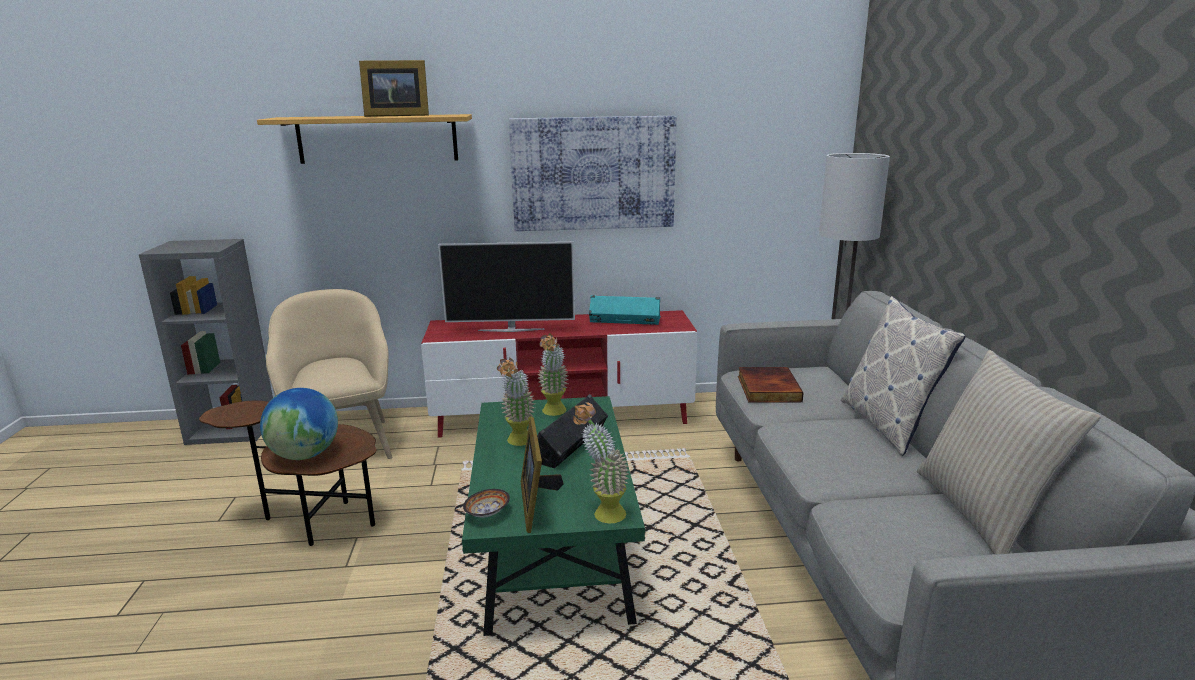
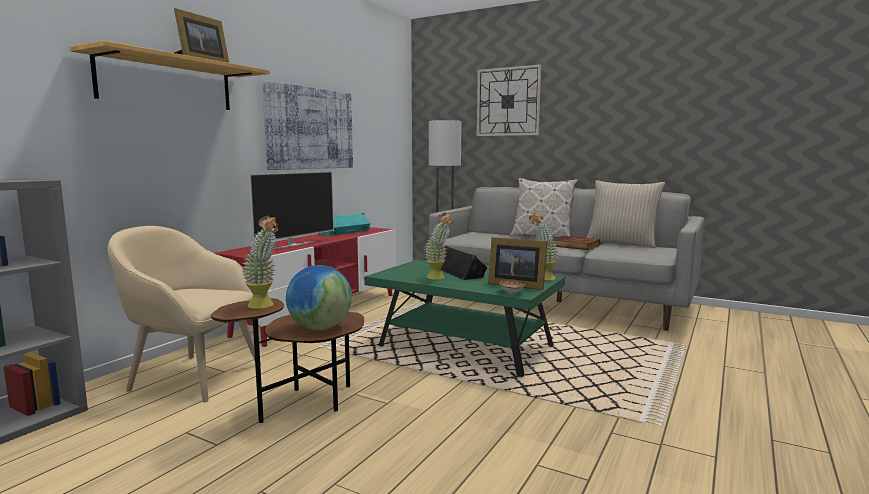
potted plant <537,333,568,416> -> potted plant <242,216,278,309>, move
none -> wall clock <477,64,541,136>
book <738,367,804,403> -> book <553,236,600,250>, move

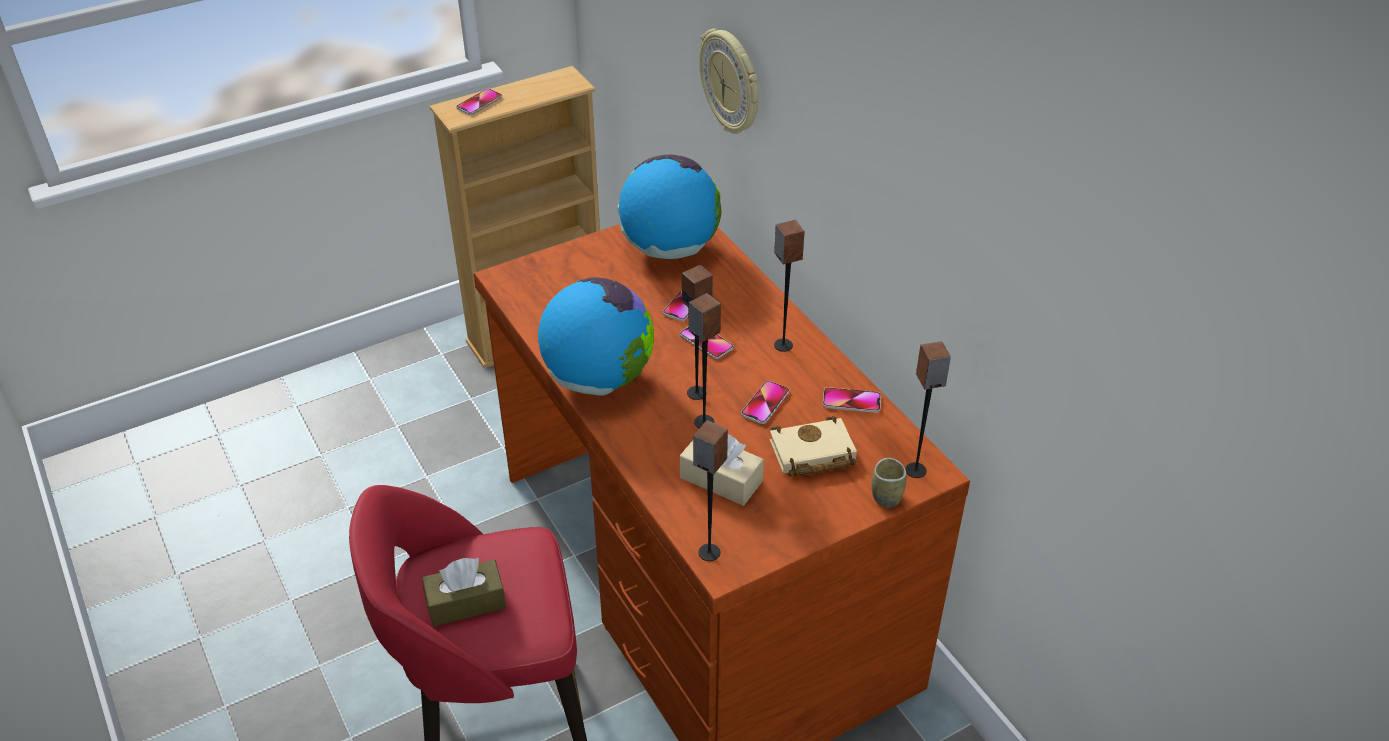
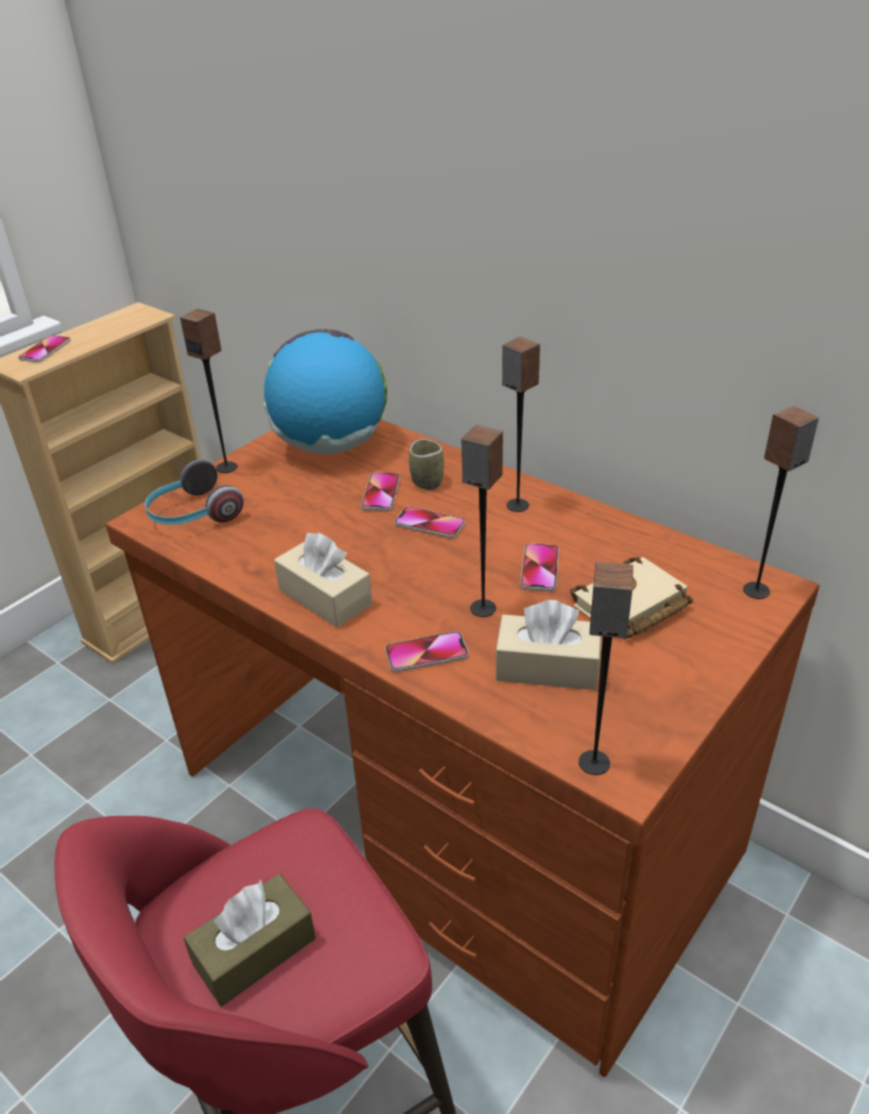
none -> headphones <145,460,244,525>
speaker <682,265,713,400> -> speaker <180,309,237,473>, move
globe <538,277,654,396> -> tissue box in beige <274,533,372,628>
phone <823,387,881,413> -> phone <385,631,469,672>, move
cup <872,458,906,508> -> cup <409,439,444,490>, move
wall clock <699,28,759,134> -> none

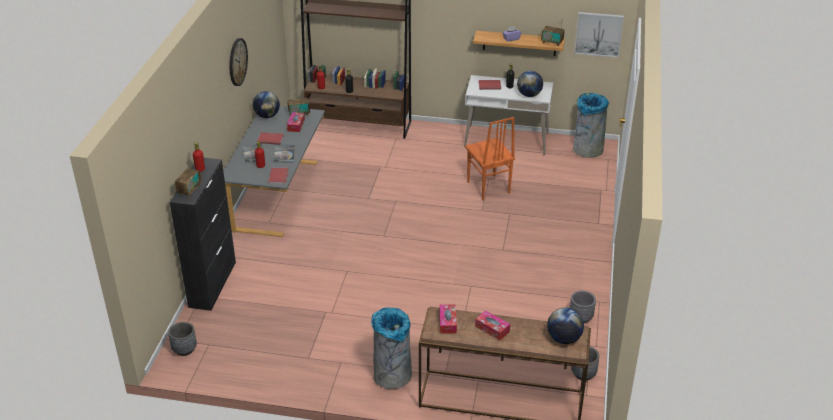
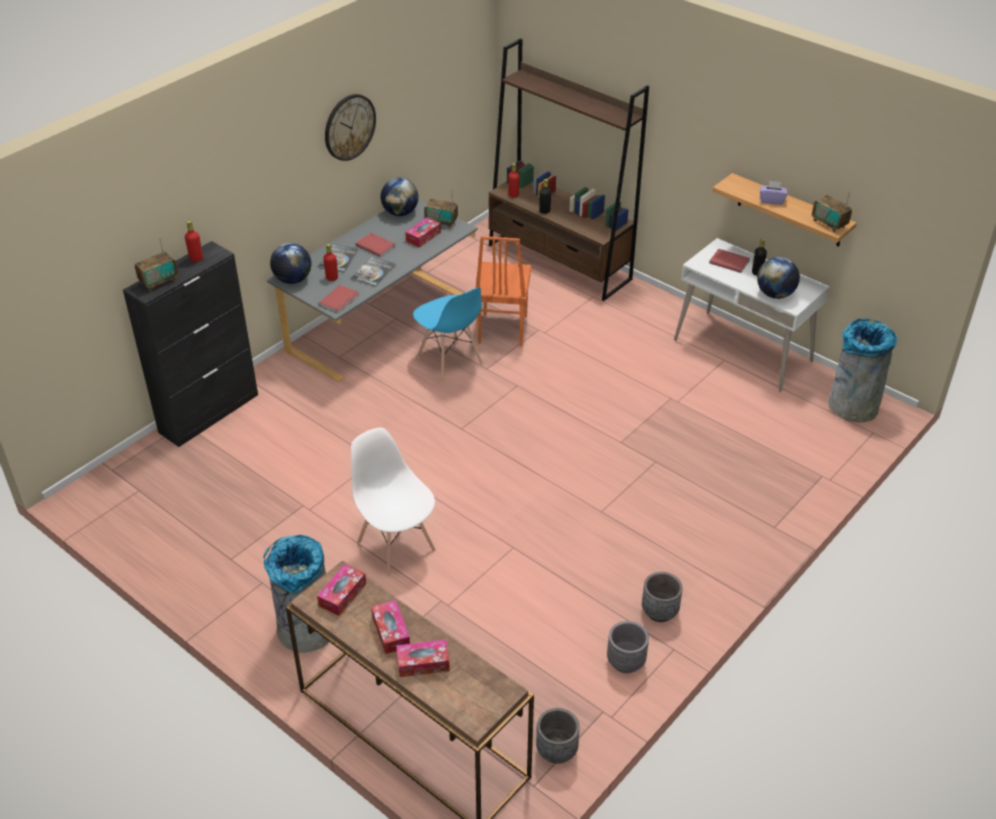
globe <547,308,584,344> -> globe <270,243,311,284>, move
none -> chair in white <351,428,436,576>
none -> tissue box <396,639,450,677>
none -> chair in blue <413,287,483,383>
chair in orange <465,117,515,200> -> chair in orange <476,236,532,347>, move
planter in grey <168,322,197,356> -> planter in grey <642,572,683,622>, move
picture <574,12,624,58> -> none

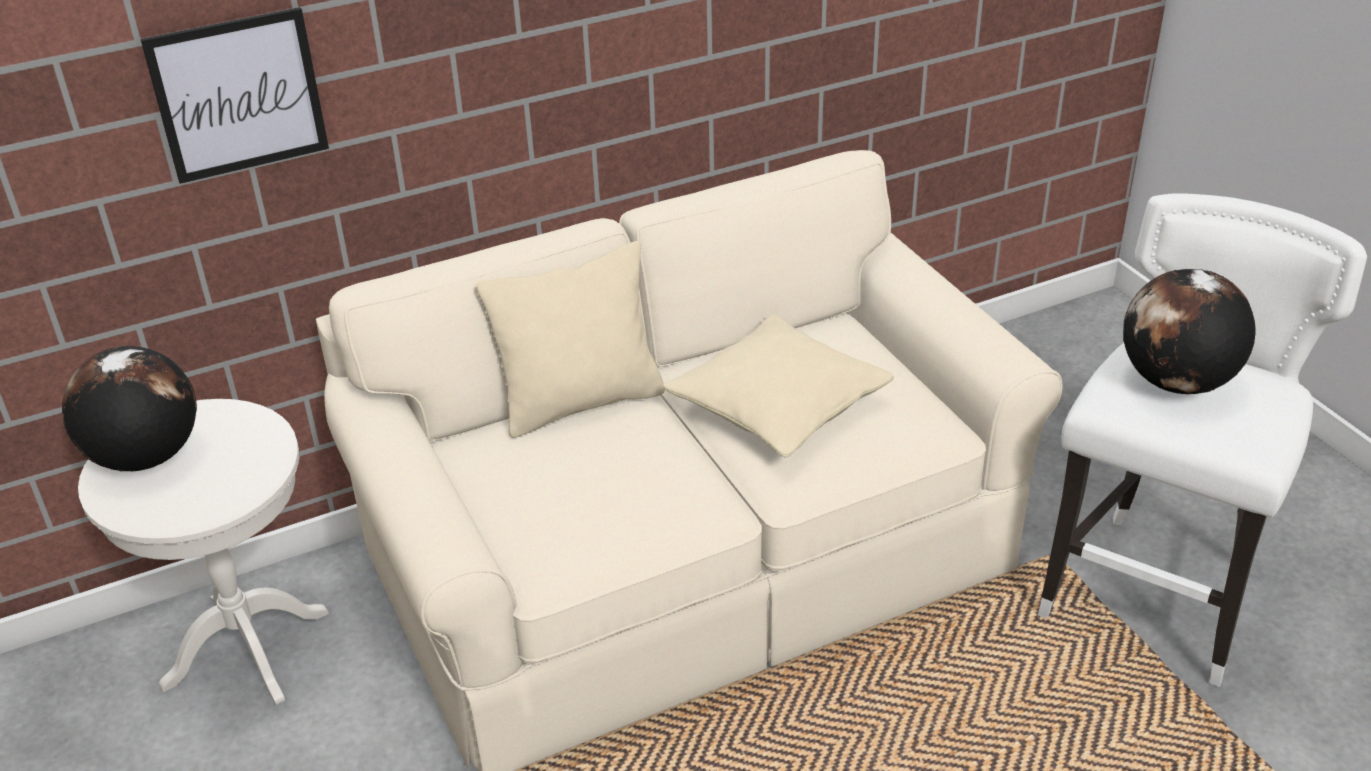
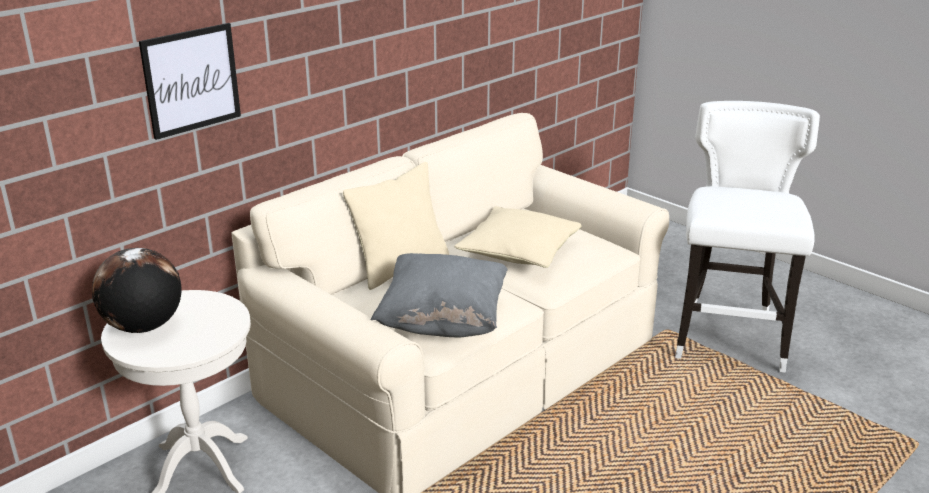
none -> pillow in grey <371,253,508,337>
globe <1123,269,1256,394> -> none

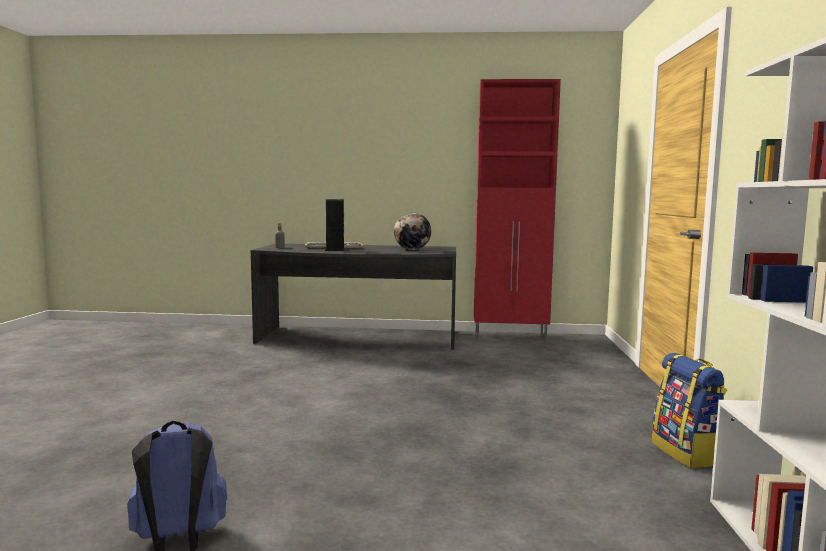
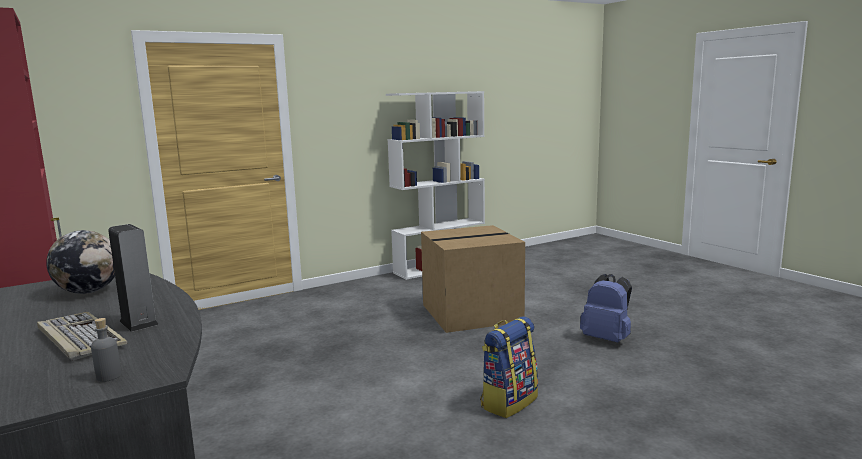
none -> cardboard box <421,225,525,333>
backpack <652,353,727,468> -> backpack <480,317,538,418>, move

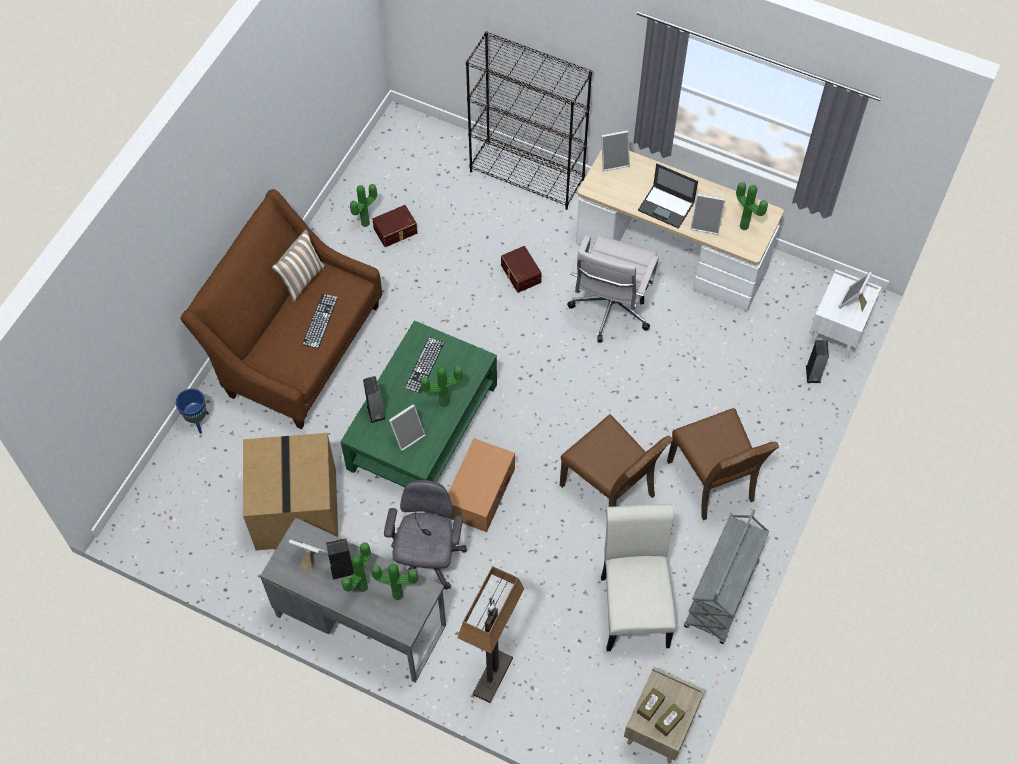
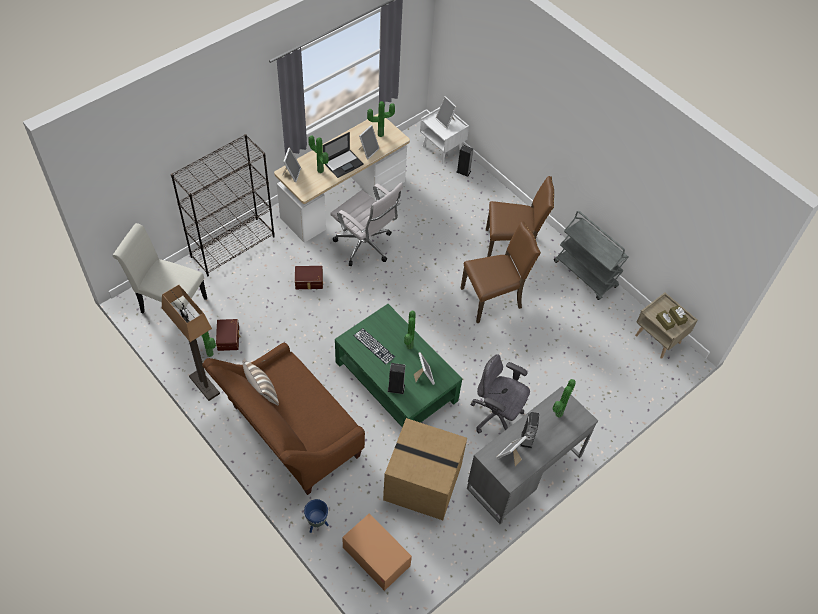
chair in white <601,504,676,651> -> chair in white <112,223,207,318>, move
floor lamp <458,566,524,703> -> floor lamp <162,285,220,401>, move
potted plant <342,542,371,592> -> potted plant <309,135,329,173>, move
cardboard box <447,438,515,532> -> cardboard box <342,514,412,591>, move
keyboard <302,294,338,349> -> none

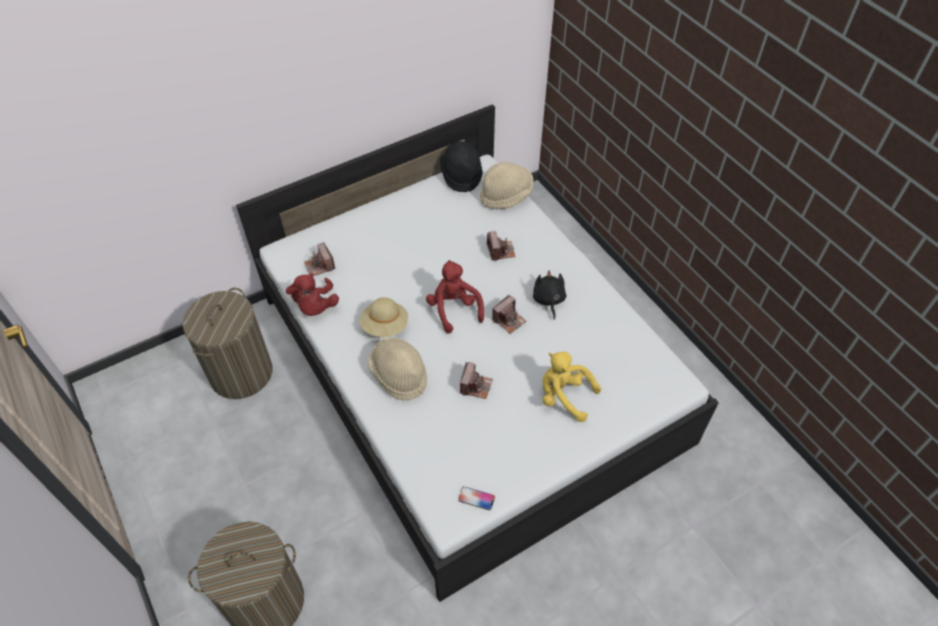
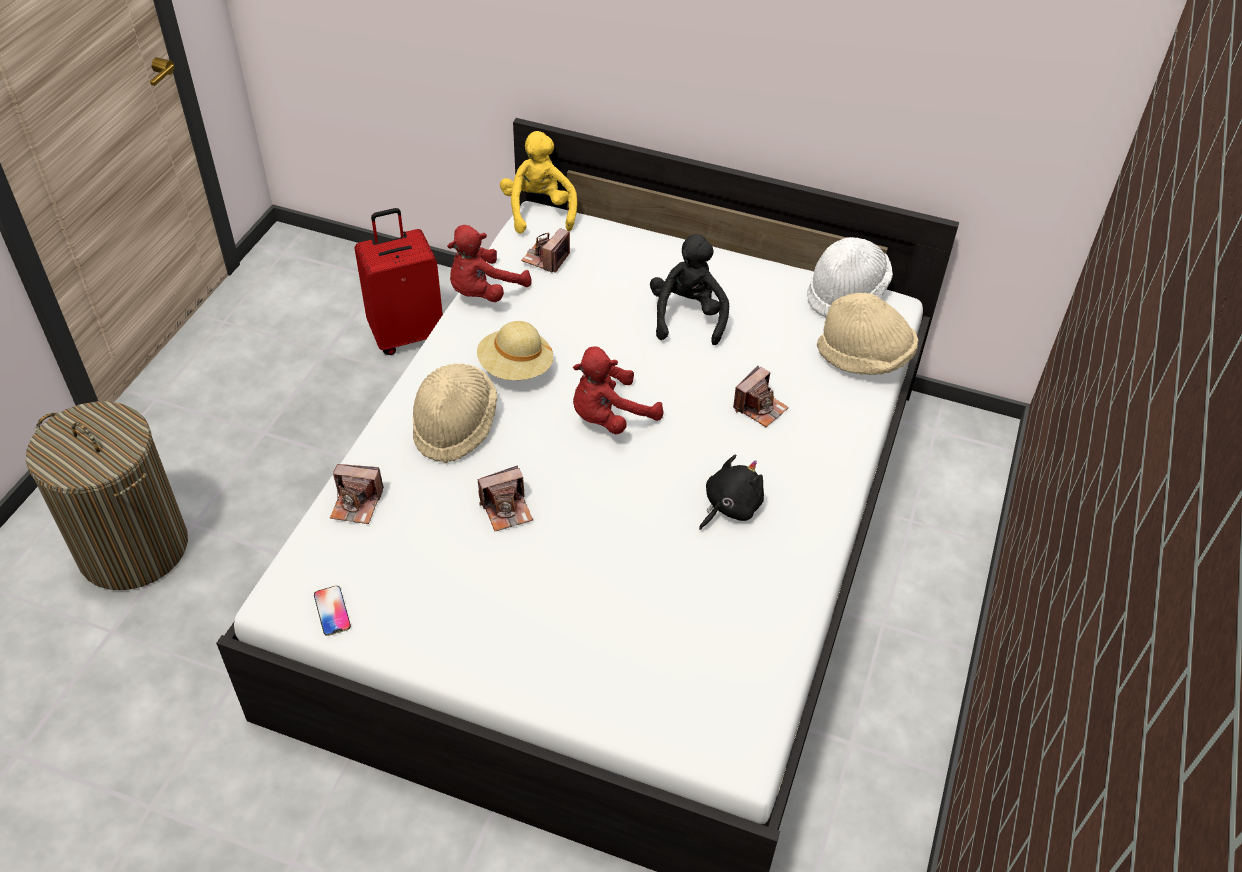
photo camera <492,295,526,334> -> photo camera <330,464,384,524>, move
laundry basket <183,288,273,399> -> suitcase in red <355,208,443,355>
plush toy in yellow <542,352,601,422> -> plush toy in yellow <500,131,577,234>, move
plush toy in red <426,260,484,333> -> plush toy in red <573,346,663,434>, 150 degrees counterclockwise
none -> plush toy in black <650,234,729,345>
hat in black <440,141,483,192> -> hat in white <807,237,893,318>

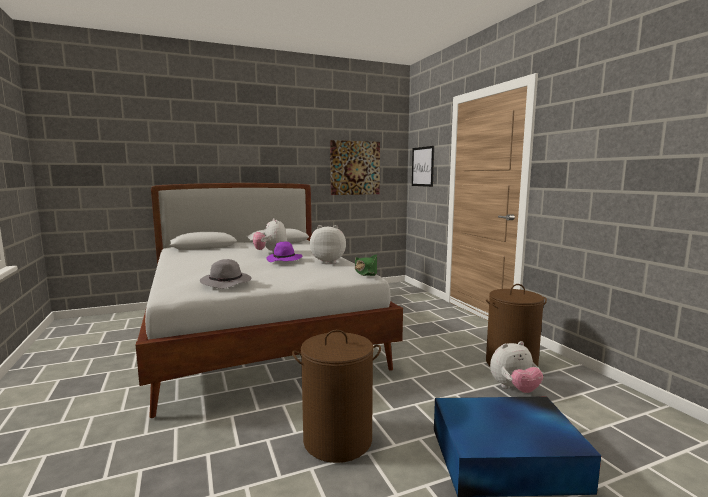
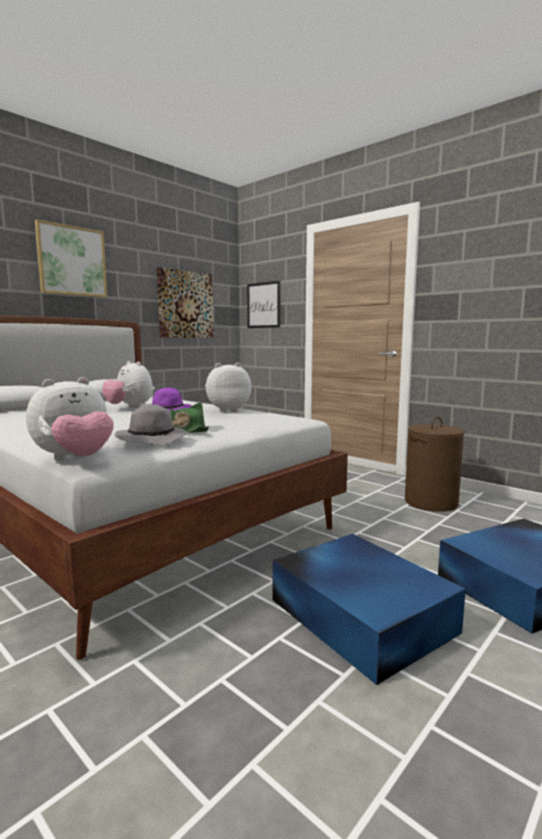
plush toy <490,341,543,393> -> plush toy <26,377,114,461>, move
none -> picture <35,219,107,297>
hat in green <355,254,377,276> -> hat in green <170,403,209,433>, move
laundry basket in brown <292,330,381,463> -> storage box in blue <272,534,466,685>

